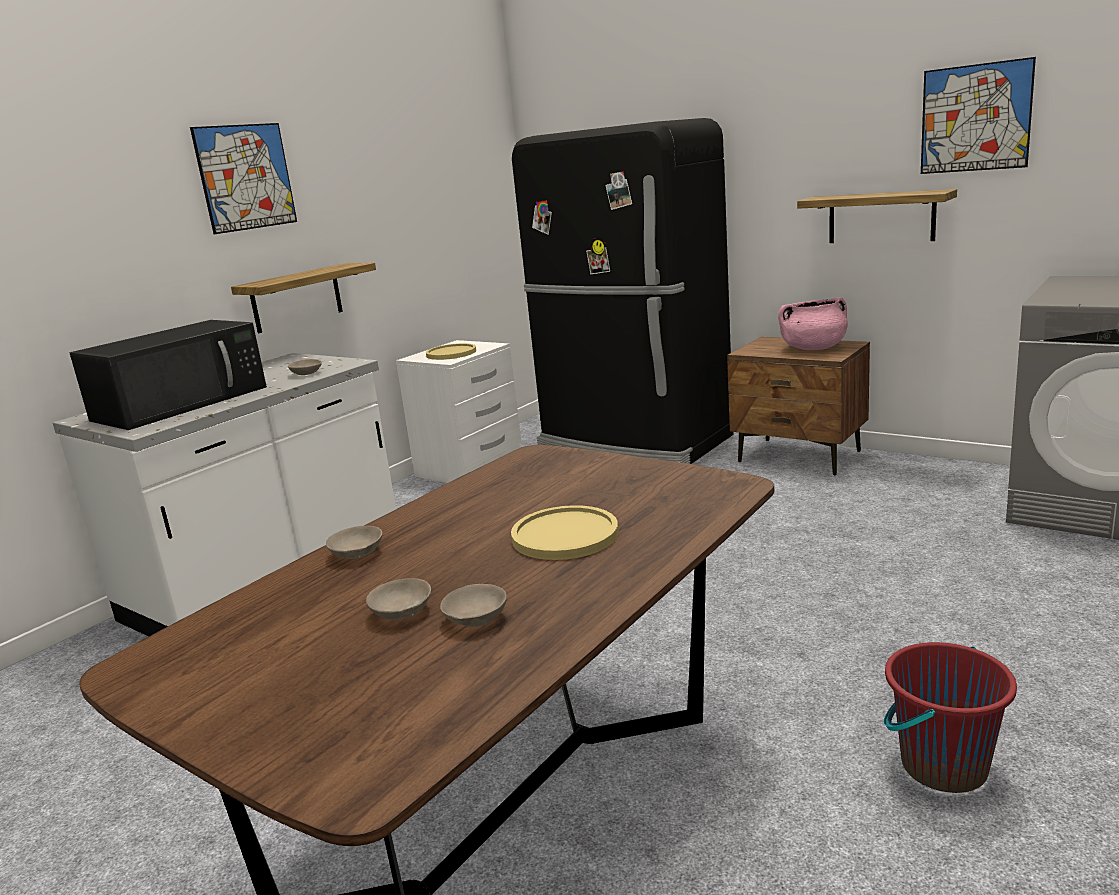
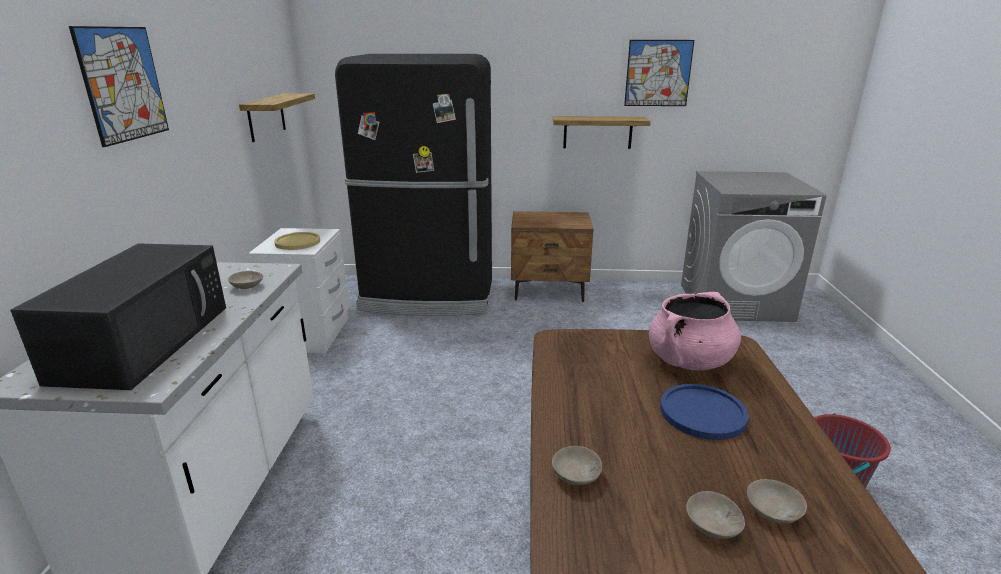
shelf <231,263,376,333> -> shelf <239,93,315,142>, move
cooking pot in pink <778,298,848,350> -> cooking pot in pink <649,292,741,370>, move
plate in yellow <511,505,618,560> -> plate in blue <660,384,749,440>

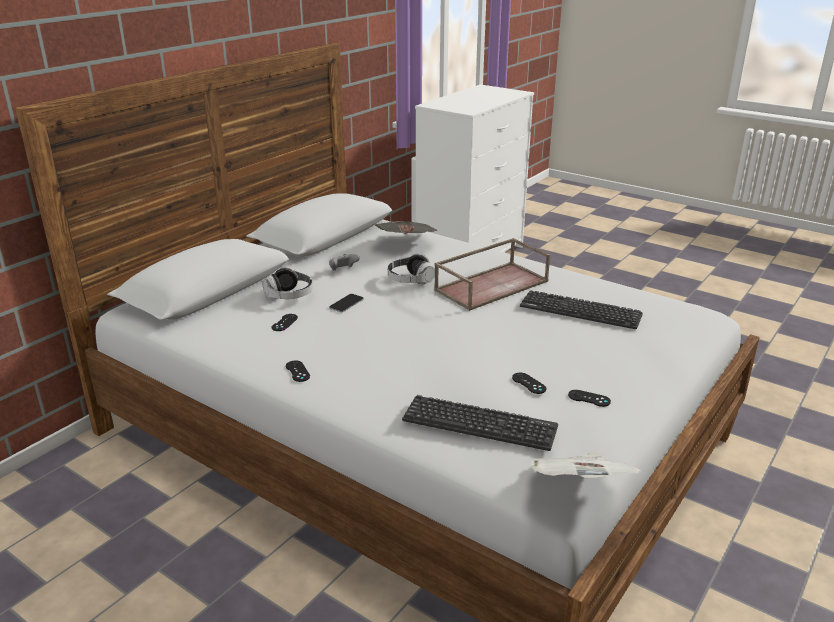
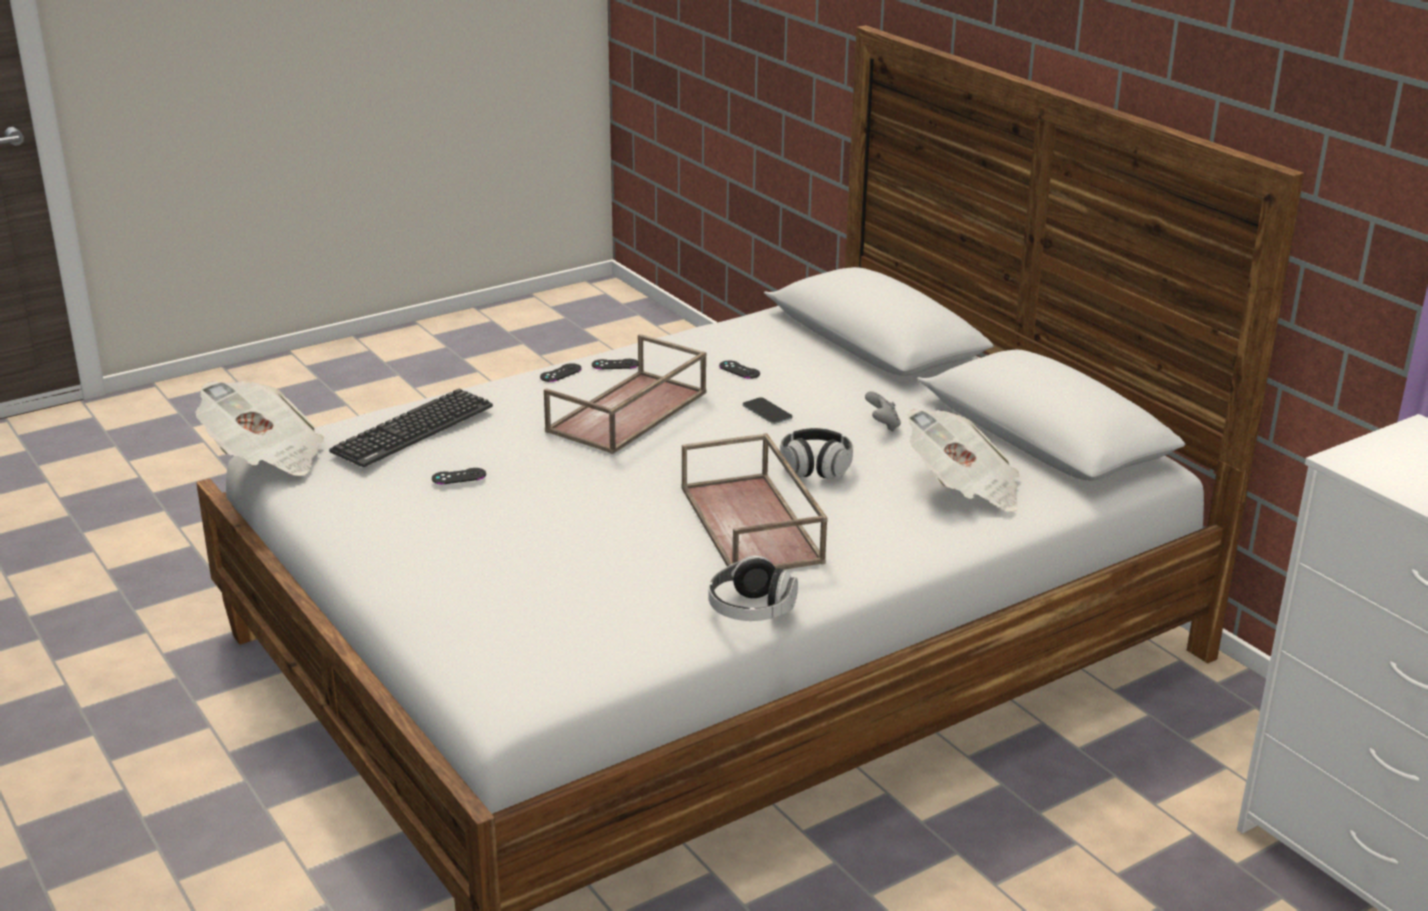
game controller in black <568,390,611,407> -> game controller in black <540,363,582,382>, move
none -> tray in brown <544,334,707,454>
headphones <263,267,313,299> -> headphones <708,555,798,621>, move
keyboard <520,290,643,329> -> none

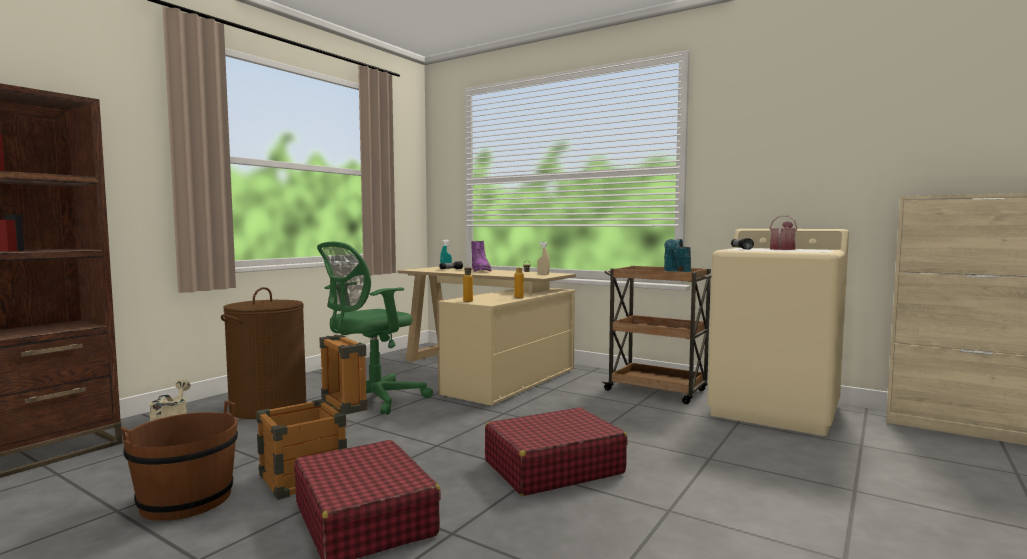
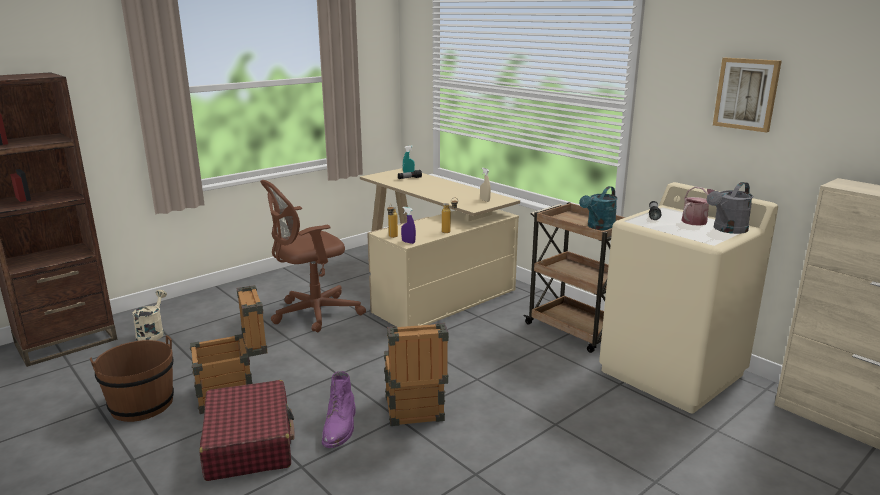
office chair in green <317,242,433,415> -> office chair in brown <260,180,366,332>
boot in purple <471,241,492,272> -> boot in purple <322,371,356,448>, move
suitcase in red <485,407,627,496> -> crate <384,323,449,426>
none -> spray bottle in purple <401,207,416,244>
none -> watering can in grey <707,182,753,234>
none -> picture <713,58,782,133>
laundry basket in brown <221,287,306,419> -> none

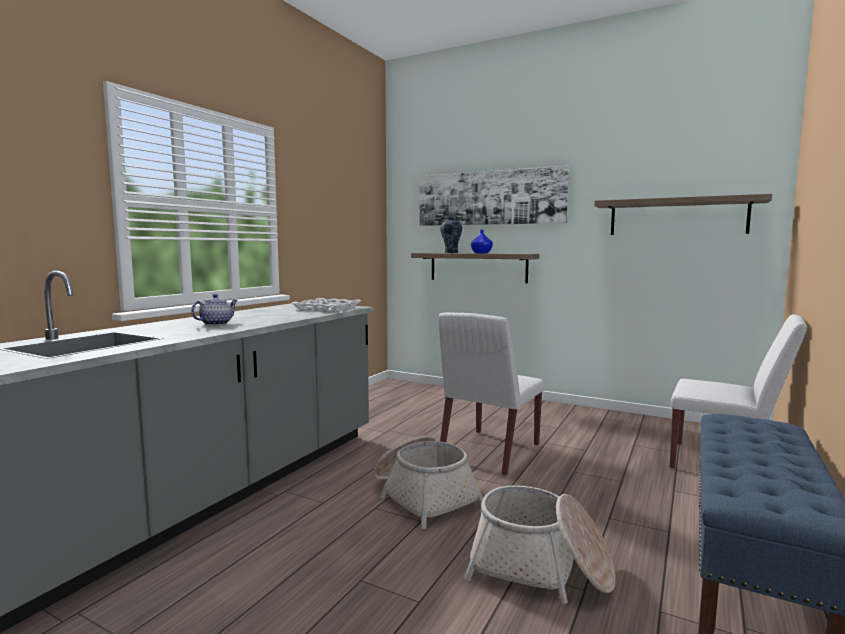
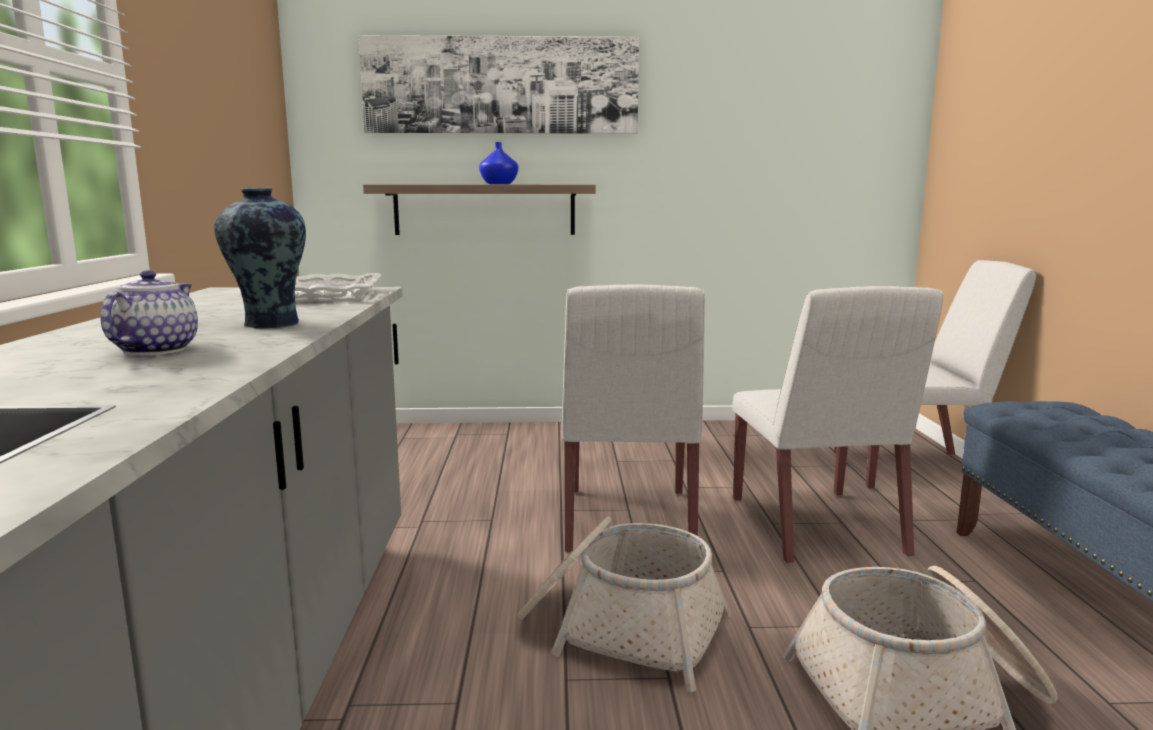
vase <440,217,462,253> -> vase <214,187,306,328>, move
none -> chair in white <732,286,943,564>
shelf <594,194,772,235> -> none

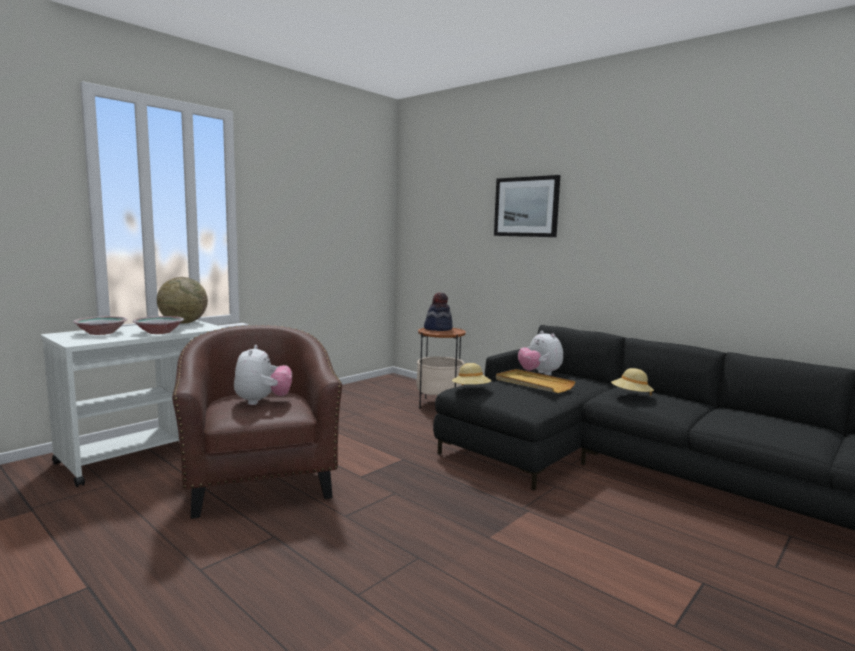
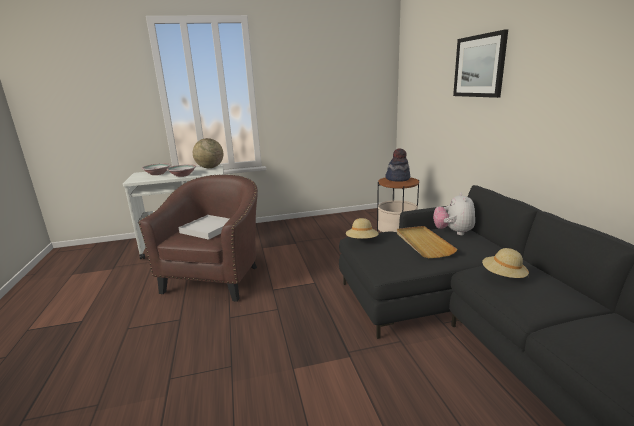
plush toy <234,345,292,405> -> tray in white <178,215,229,240>

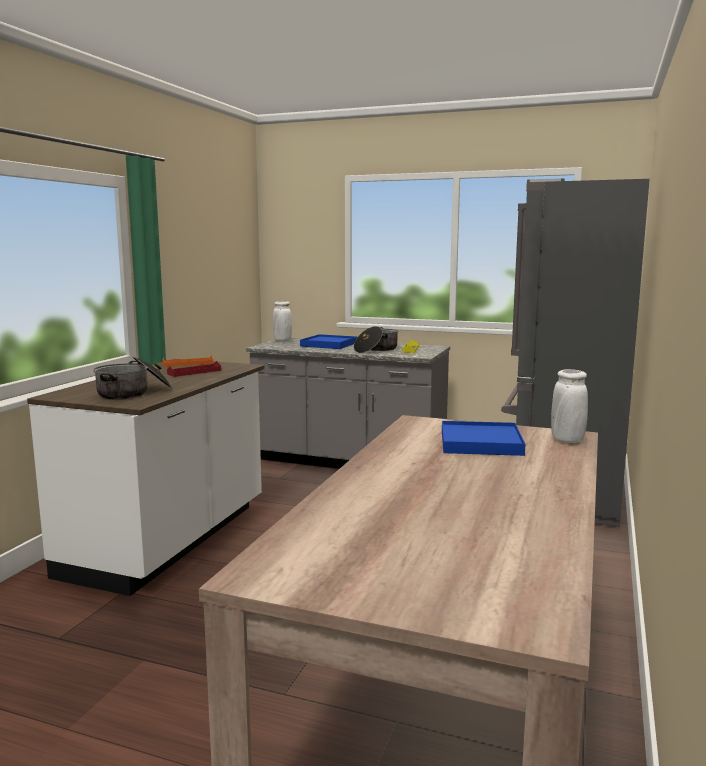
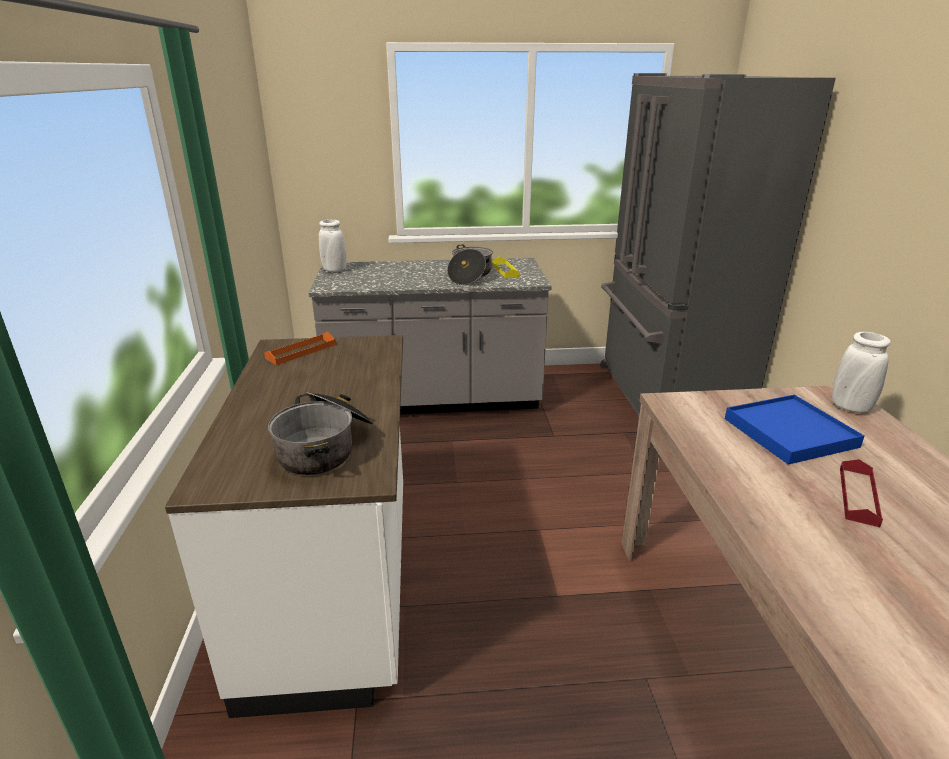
tray in red <167,361,221,377> -> tray in red <840,459,883,527>, move
tray in blue <300,334,357,349> -> none

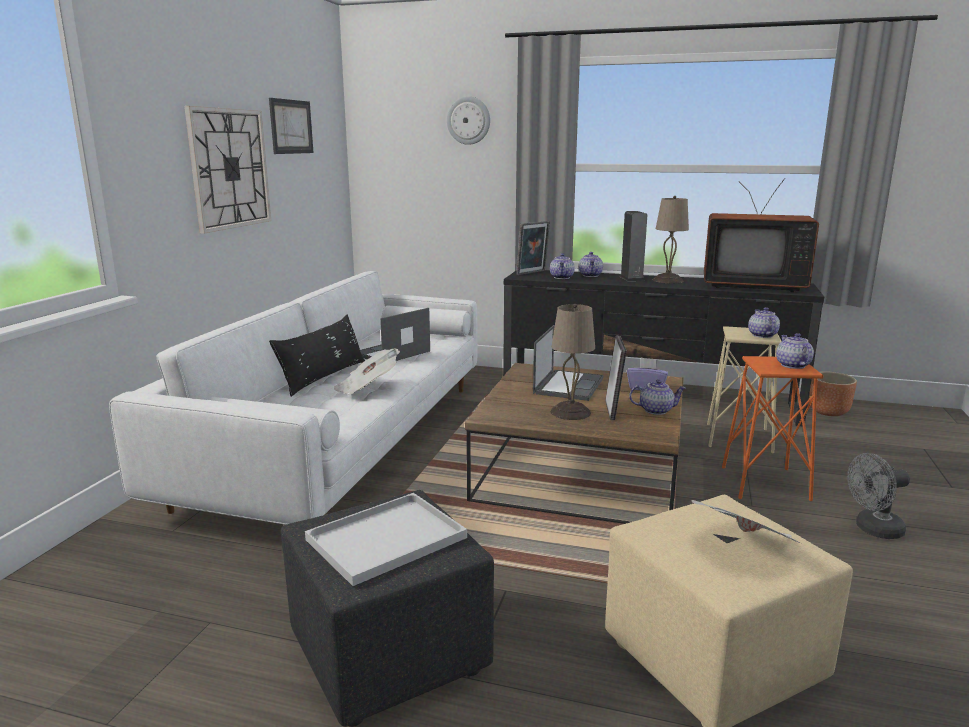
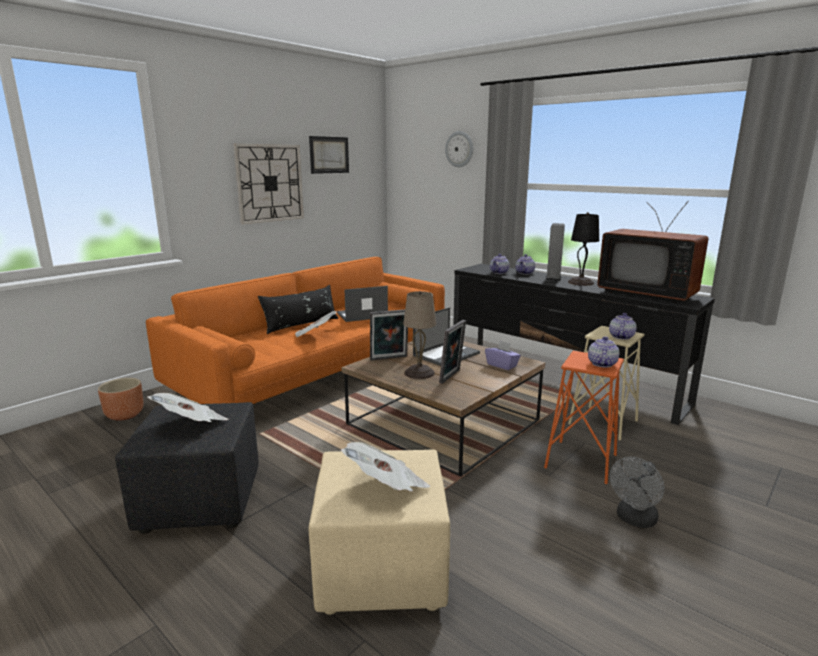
planter in brown <809,371,857,416> -> planter in brown <98,378,143,421>, move
sofa in white <109,271,477,525> -> sofa in orange <146,257,445,404>
tray in white <305,493,467,586> -> newspaper <147,393,229,422>
picture frame <516,221,550,275> -> picture frame <370,310,408,360>, move
table lamp in beige <653,196,689,283> -> table lamp in black <568,212,599,286>
fan in grey <847,453,910,539> -> fan in grey <610,457,664,528>, 60 degrees counterclockwise
teapot <629,379,686,415> -> none

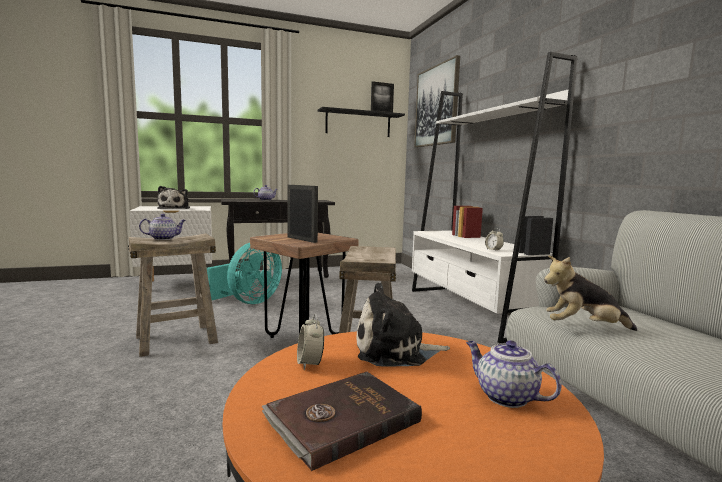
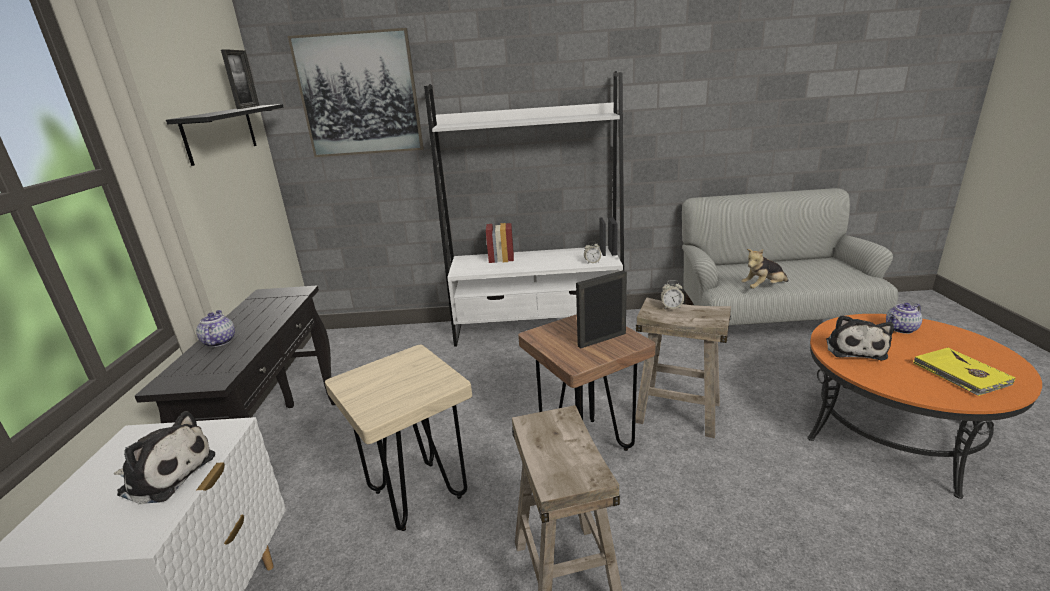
fan in turquoise <207,243,282,304> -> stool in beige <325,344,472,531>
alarm clock <297,314,324,370> -> alarm clock <661,280,684,309>, move
plush toy <544,255,637,331> -> plush toy <741,249,789,289>, 45 degrees clockwise
book in brown <262,372,422,471> -> book in yellow <913,347,1015,396>
teapot <139,214,186,240> -> none

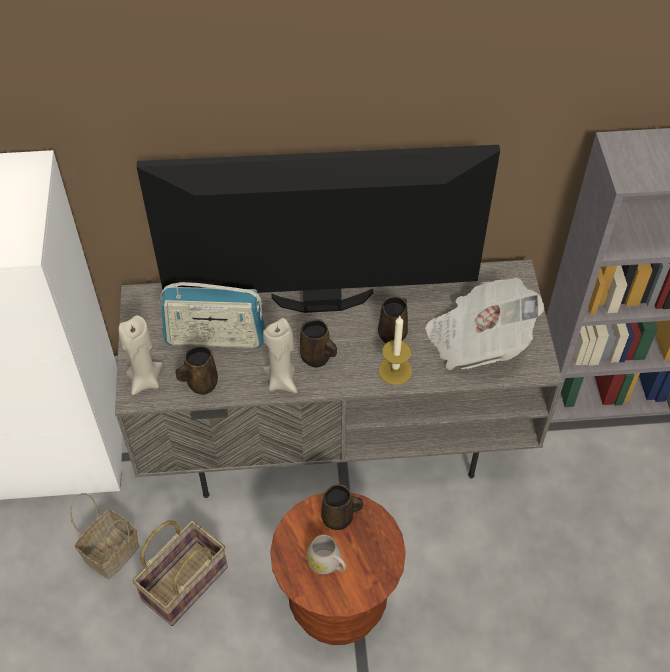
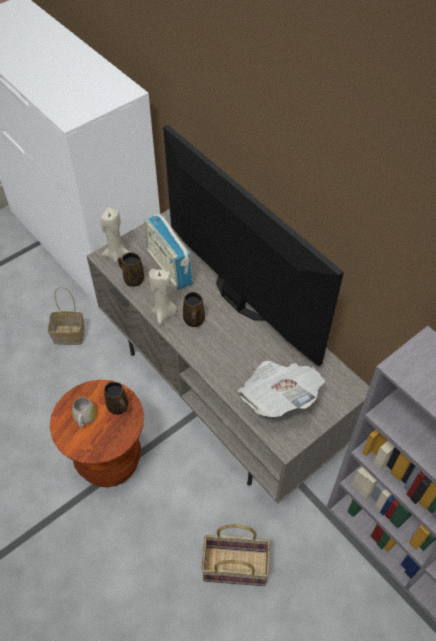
basket <133,520,228,626> -> basket <201,524,270,586>, move
mug in brown <378,296,408,343> -> none
candle <379,316,412,385> -> none

